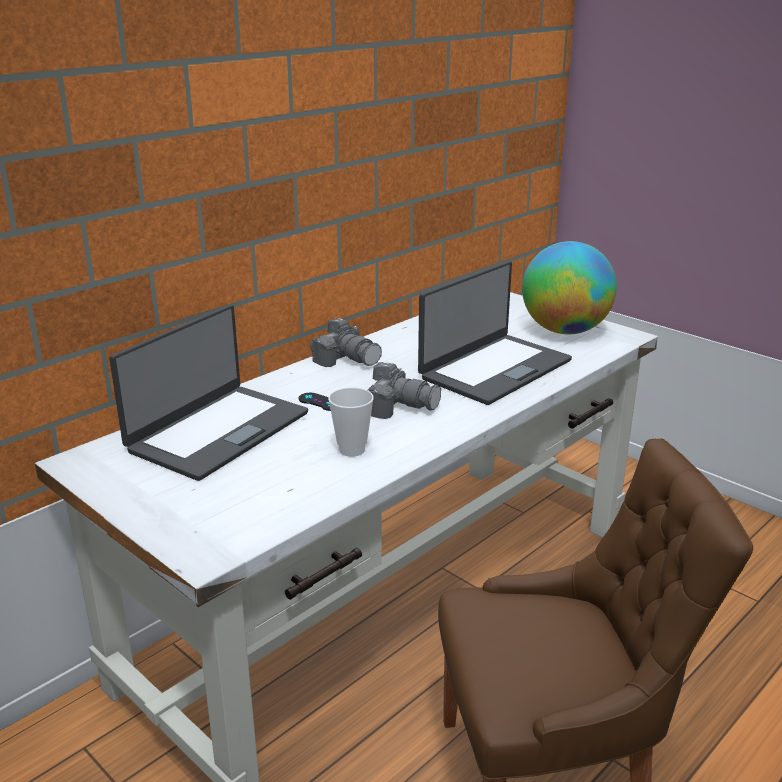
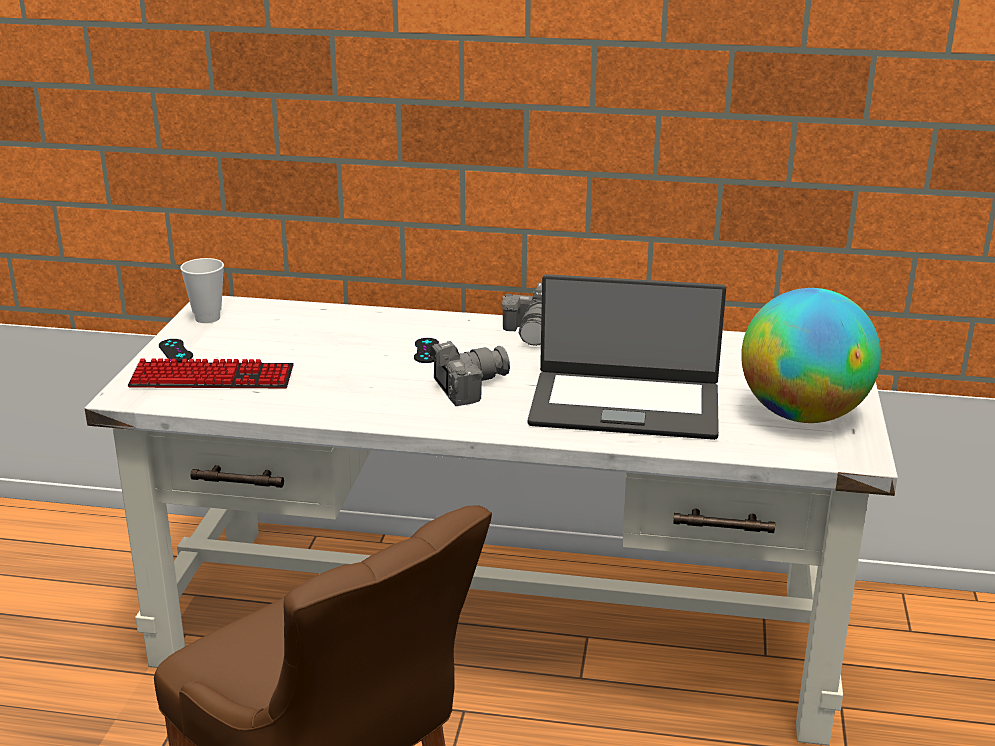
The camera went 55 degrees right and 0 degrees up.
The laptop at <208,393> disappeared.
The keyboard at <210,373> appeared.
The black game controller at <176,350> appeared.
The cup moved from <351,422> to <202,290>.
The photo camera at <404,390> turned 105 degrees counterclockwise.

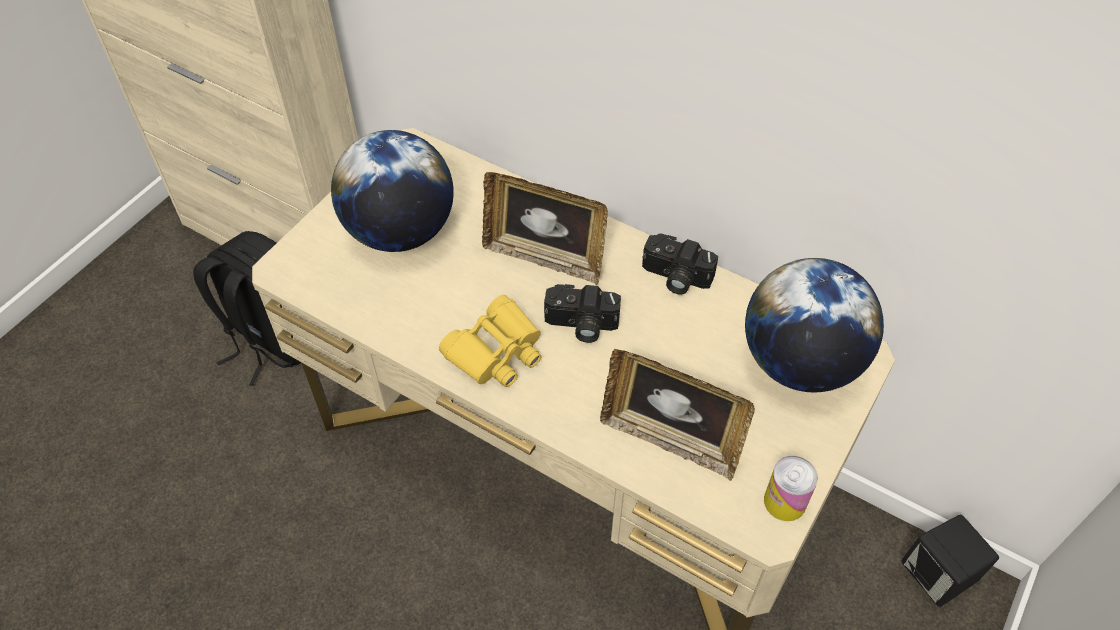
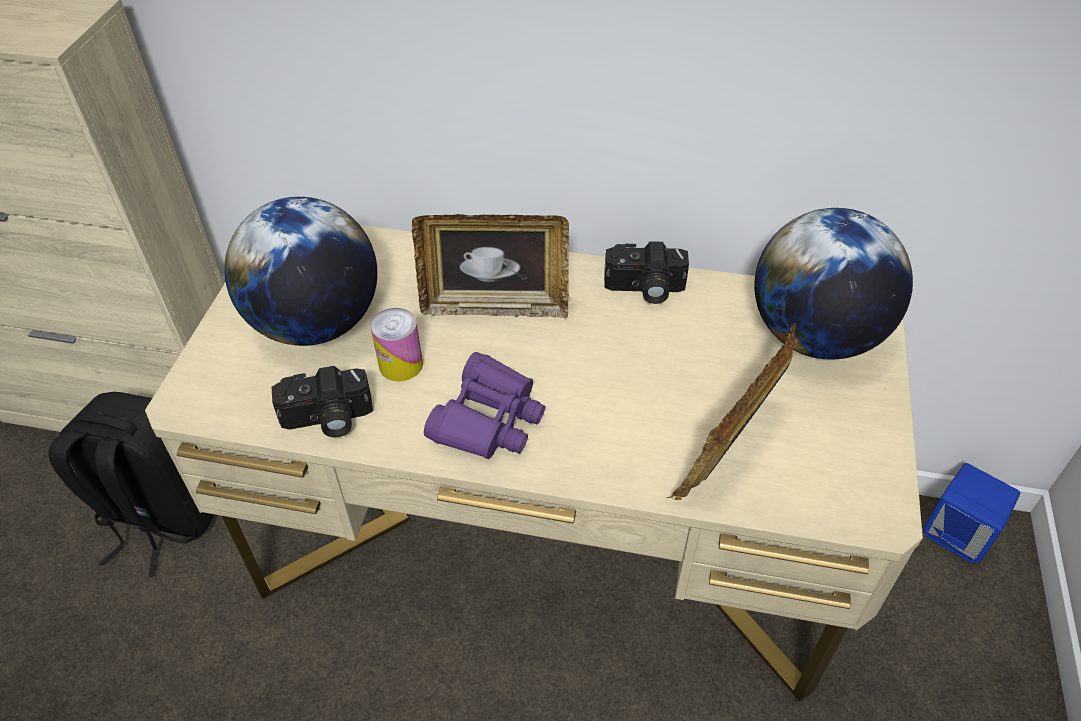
The camera went 20 degrees left and 5 degrees down.
The photo camera moved from <582,313> to <322,401>.
The can moved from <791,488> to <397,344>.
The yellow binoculars at <490,341> became the purple binoculars at <484,405>.
The black speaker at <950,561> became the blue speaker at <971,513>.
The picture frame at <677,415> turned 120 degrees clockwise.

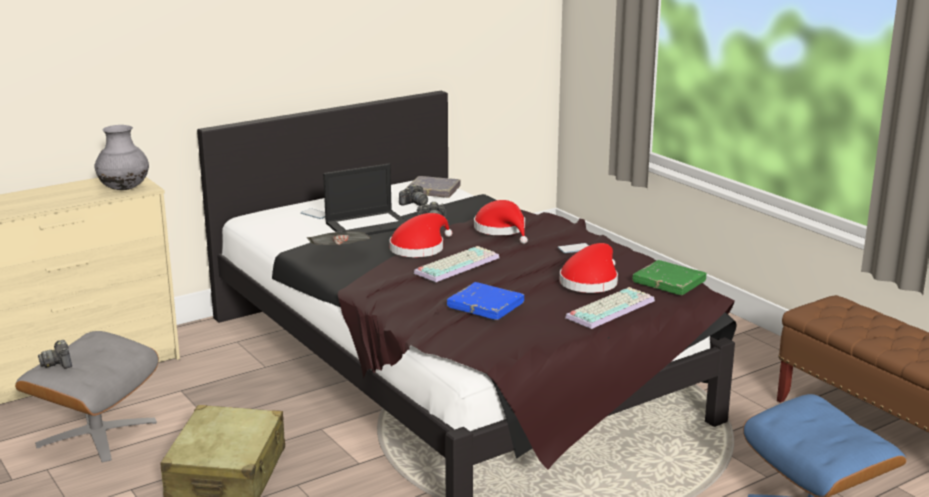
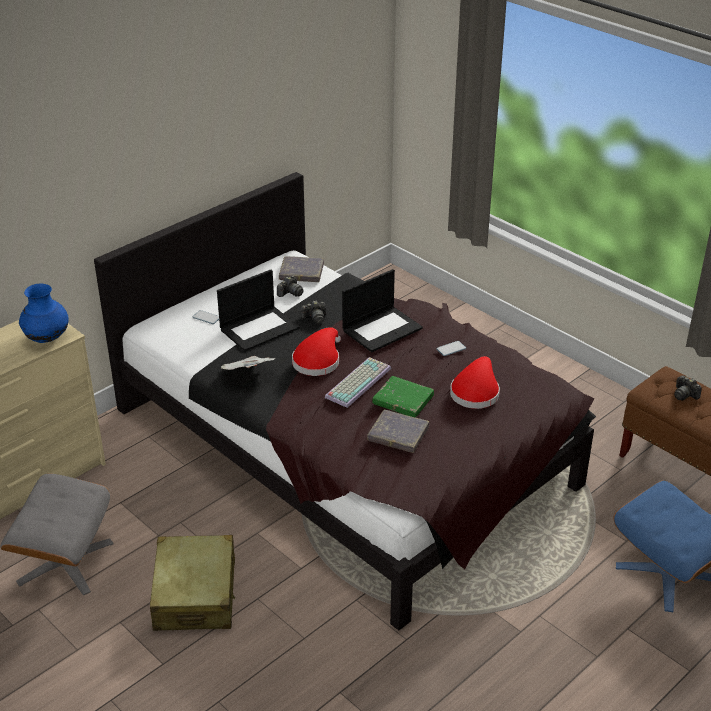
The camera went 10 degrees left and 15 degrees up.
The keyboard at <610,308> disappeared.
The photo camera moved from <55,354> to <688,387>.
The green book moved from <669,278> to <403,397>.
The red hat at <501,222> was replaced by the laptop at <382,310>.
The grey vase at <121,157> became the blue vase at <44,313>.
The blue book at <485,301> became the grey book at <398,431>.

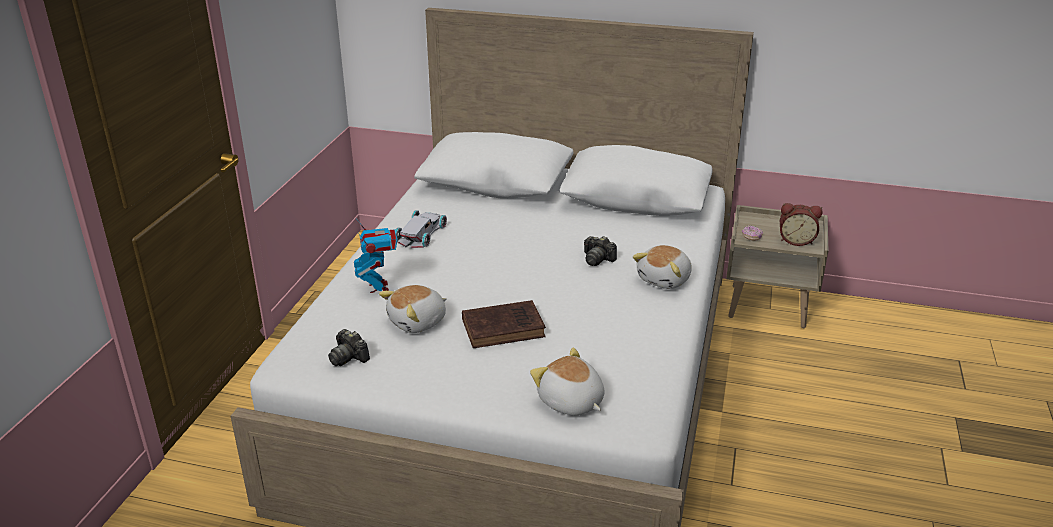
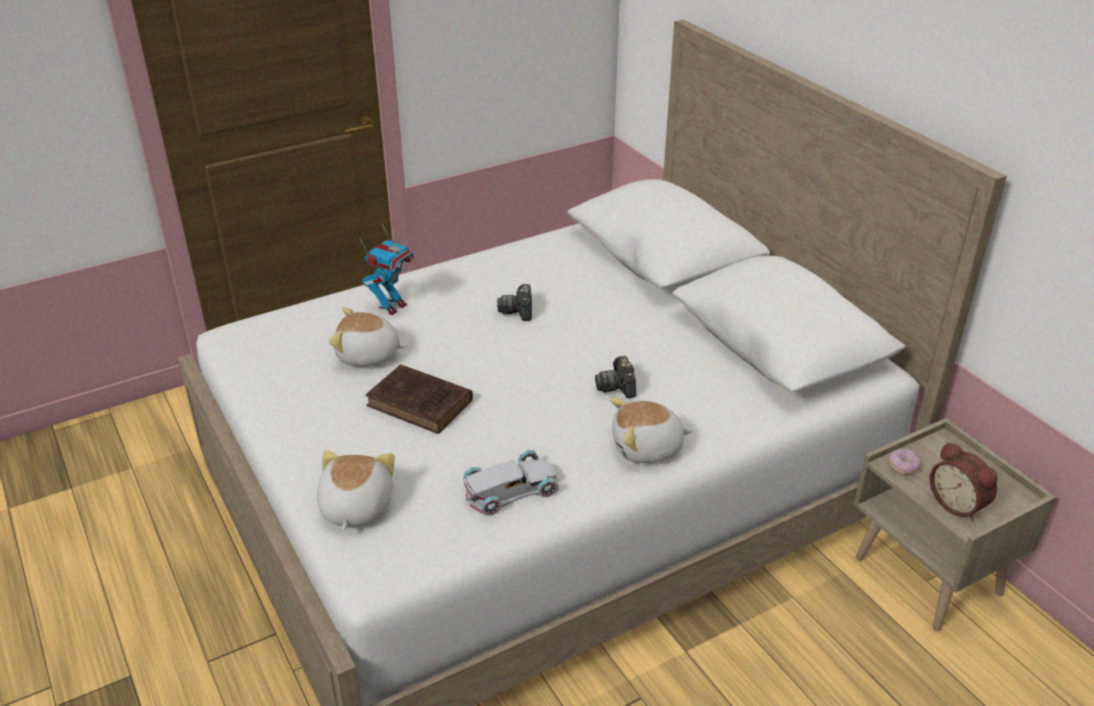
The camera went 45 degrees right and 5 degrees up.
The photo camera moved from <349,347> to <514,302>.
The white toy car moved from <421,229> to <511,483>.

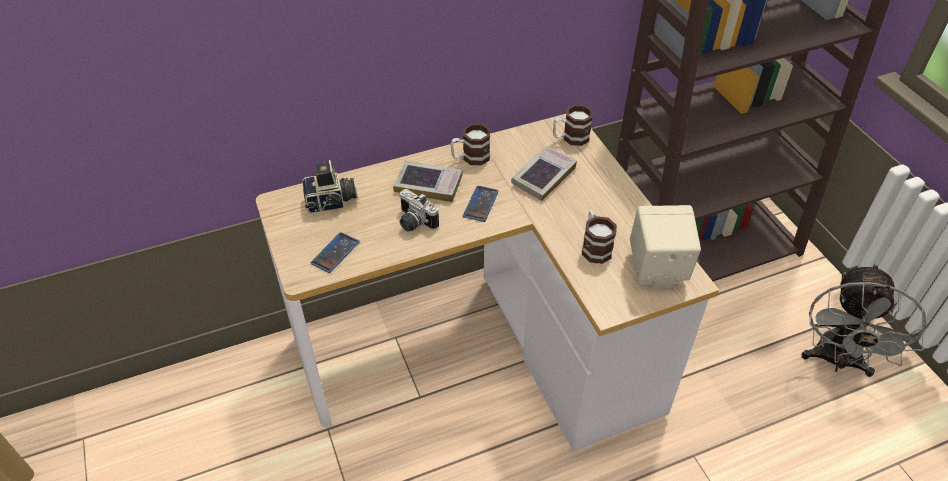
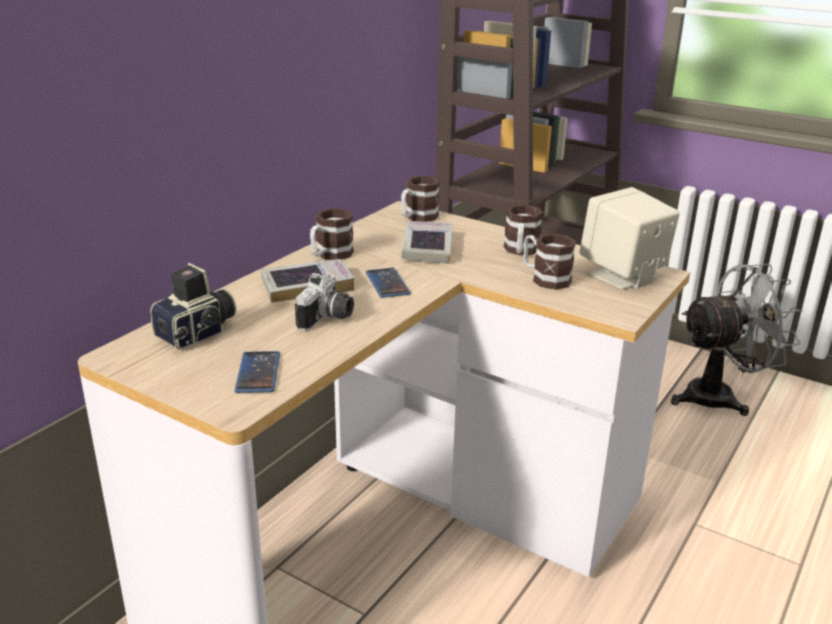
The camera went 35 degrees left and 20 degrees down.
The mug at <523,230> appeared.
The photo camera at <419,210> turned 75 degrees counterclockwise.
The grey fan at <864,320> turned 90 degrees counterclockwise.

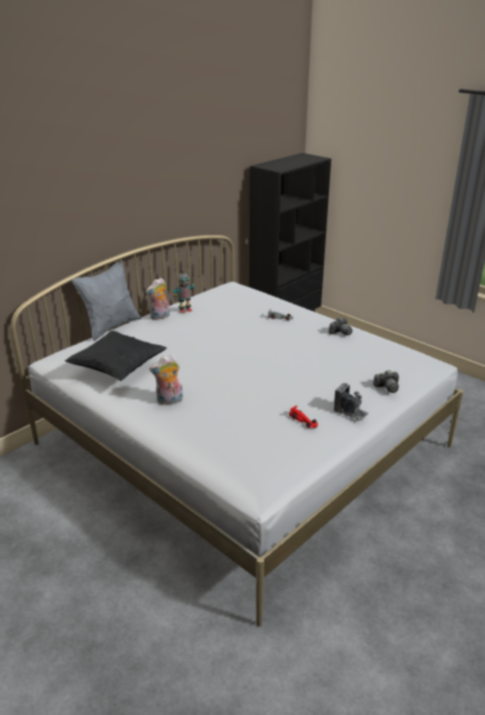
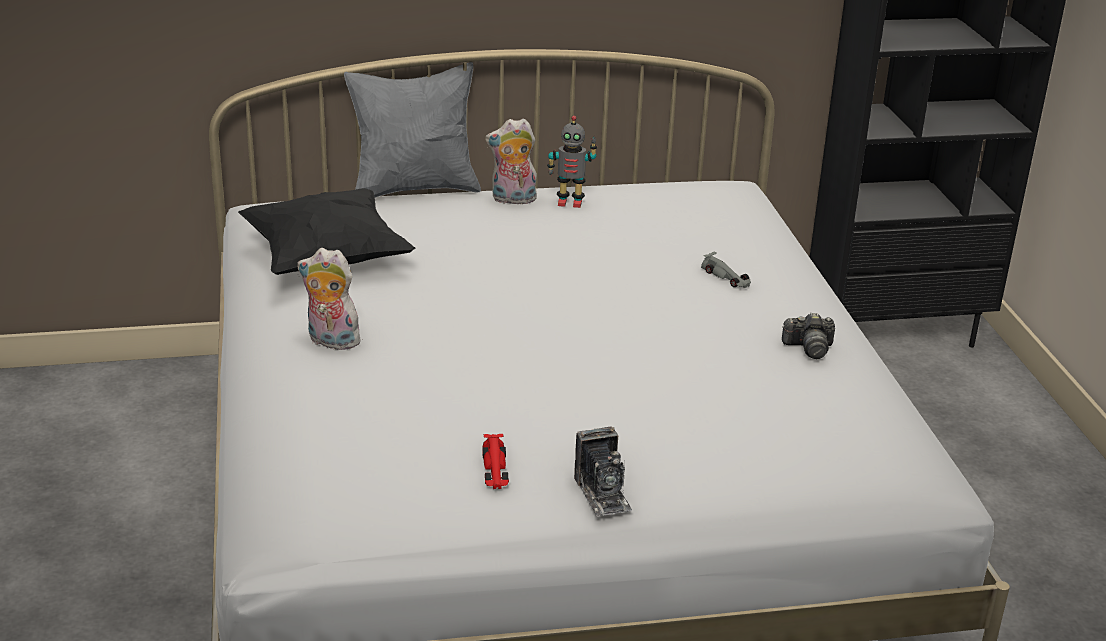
The camera went 35 degrees right and 0 degrees up.
The photo camera at <386,381> disappeared.

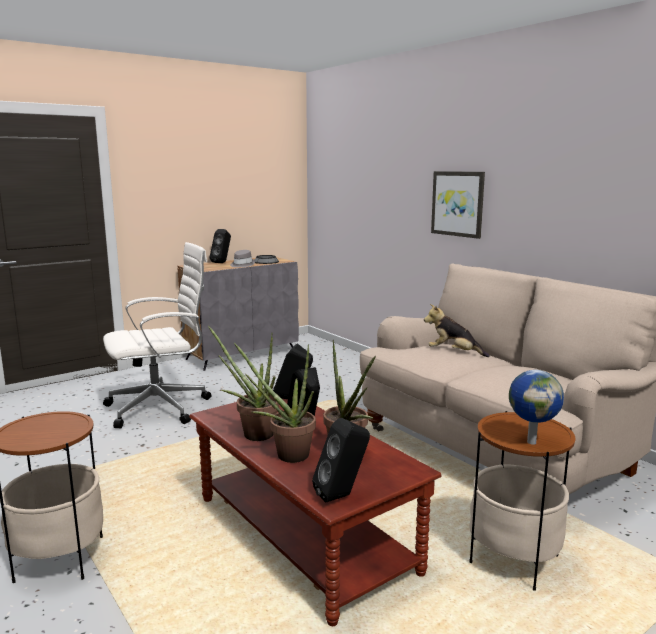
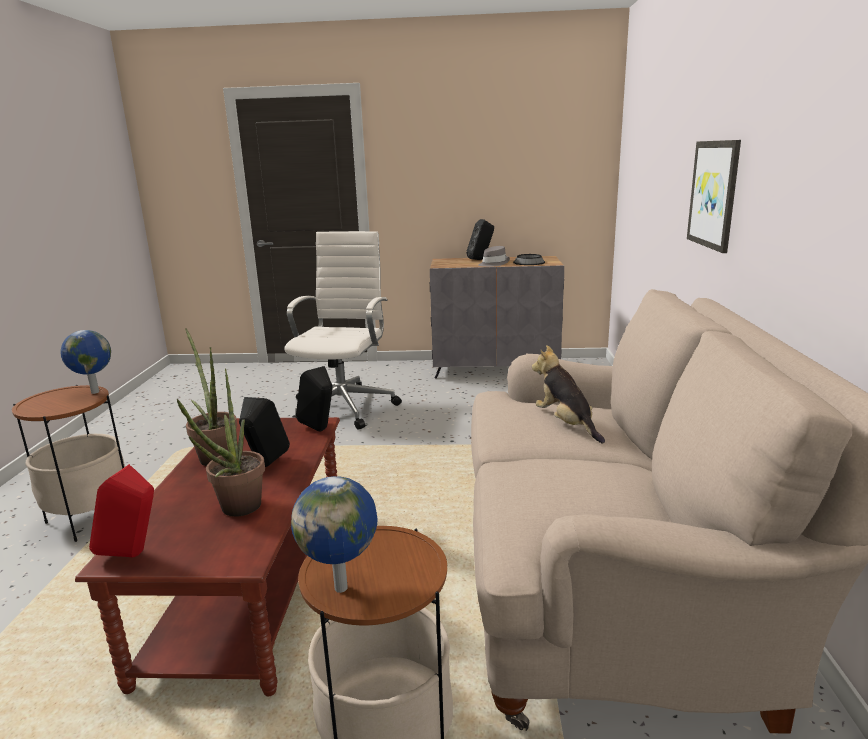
The camera went 40 degrees right and 5 degrees up.
The potted plant at <275,402> disappeared.
The globe at <86,362> appeared.
The black speaker at <341,460> became the red speaker at <121,510>.
The white office chair at <157,335> turned 90 degrees counterclockwise.

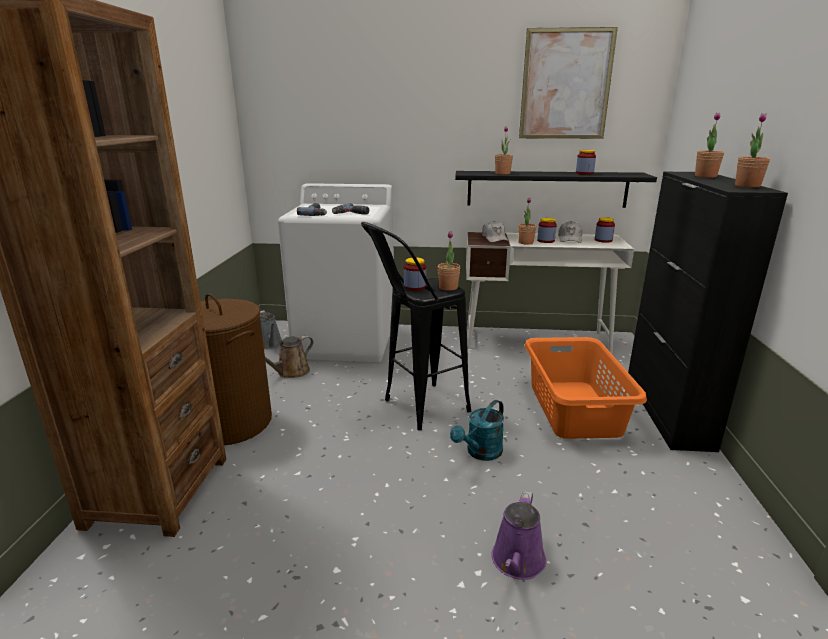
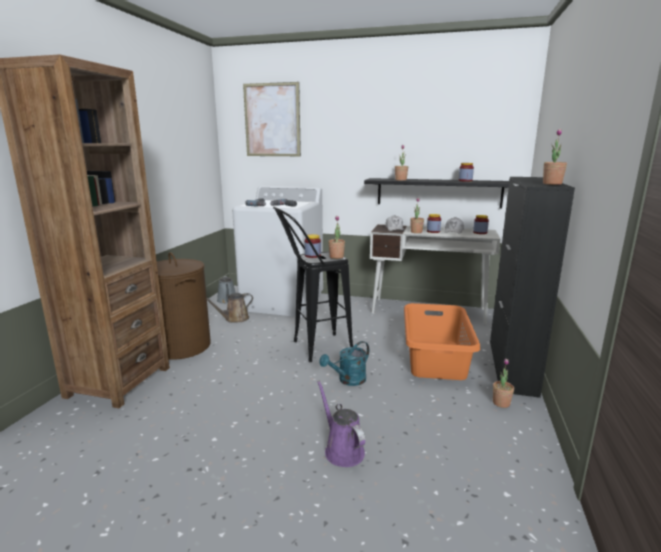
The camera went 10 degrees right and 5 degrees down.
The picture moved from <568,83> to <272,119>.
The potted plant moved from <709,145> to <503,383>.
The purple watering can at <519,535> turned 120 degrees clockwise.

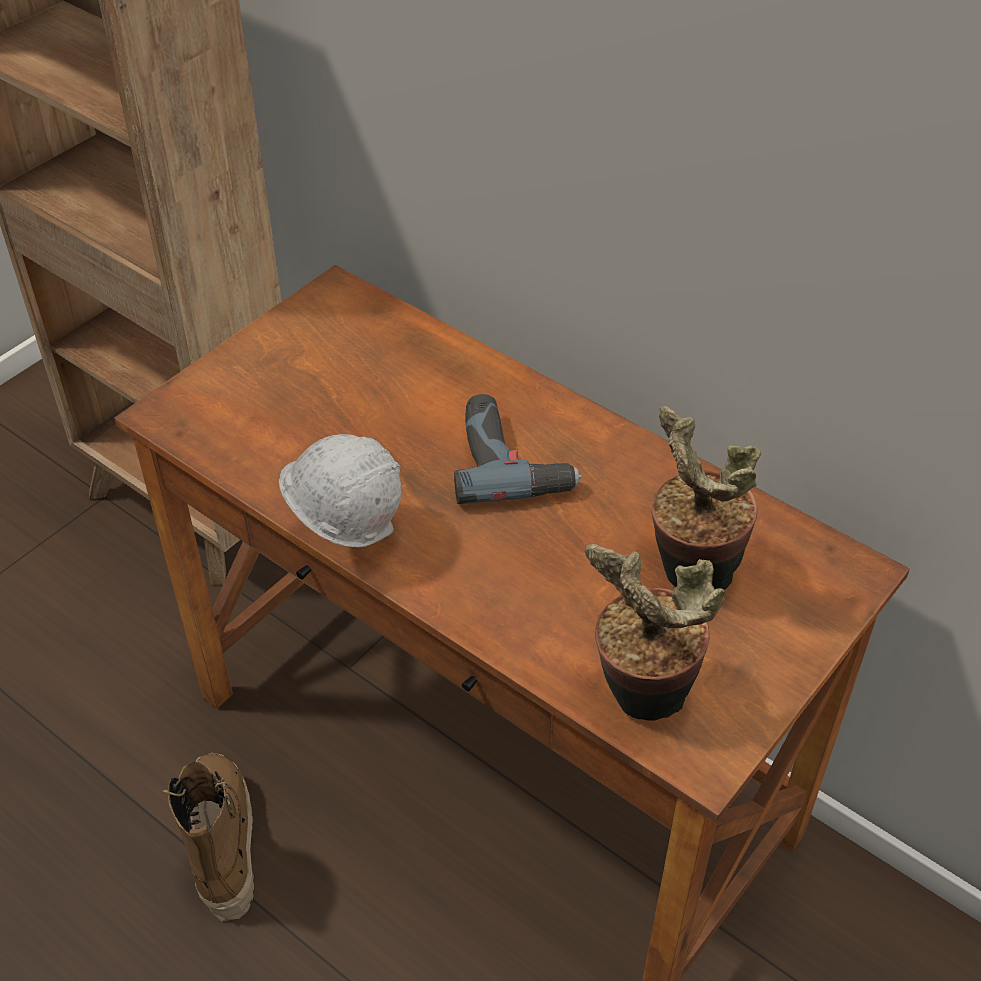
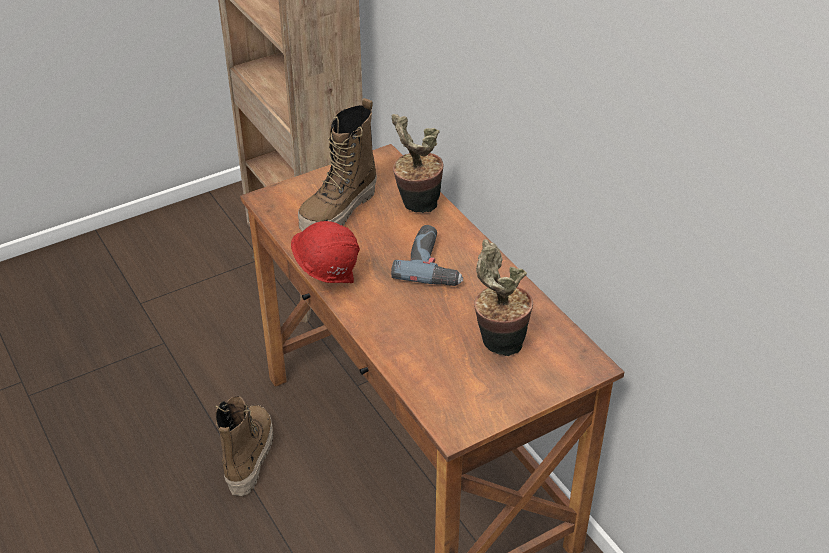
The camera went 20 degrees right and 5 degrees down.
The boot at <337,165> appeared.
The potted plant moved from <655,632> to <418,163>.
The white hard hat at <340,490> became the red hard hat at <325,252>.

